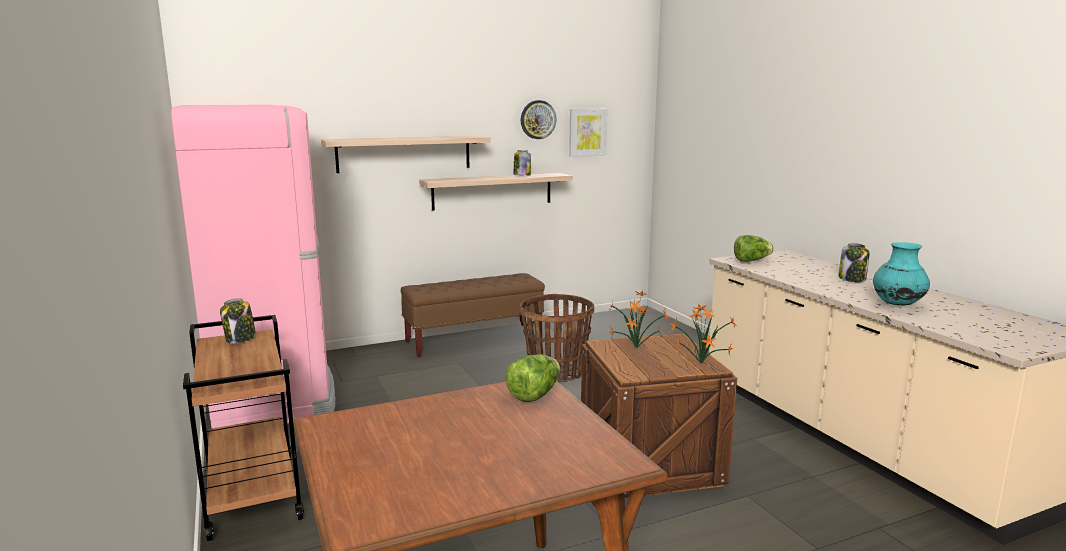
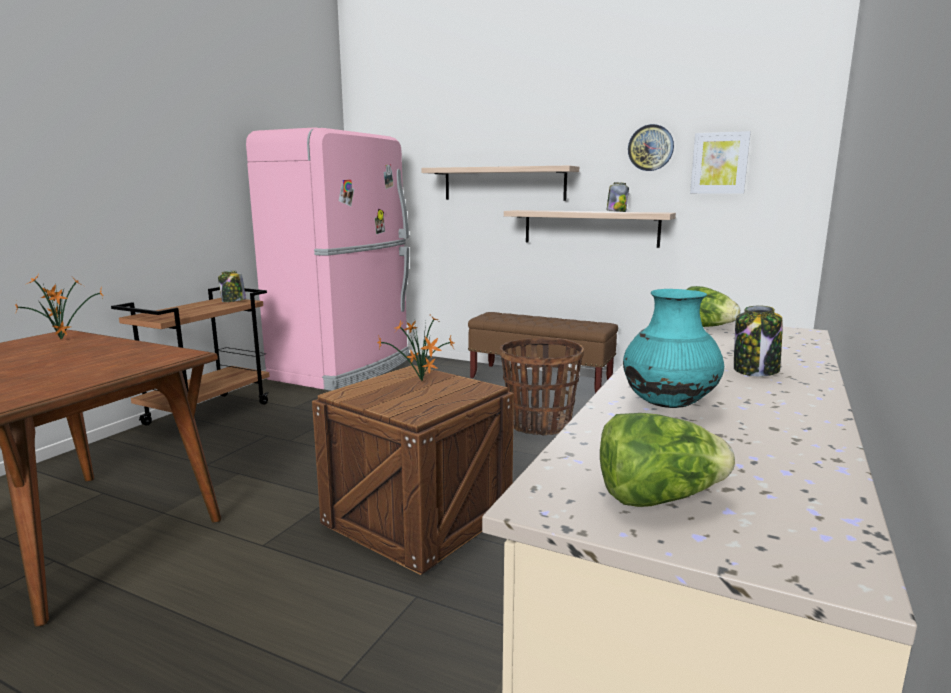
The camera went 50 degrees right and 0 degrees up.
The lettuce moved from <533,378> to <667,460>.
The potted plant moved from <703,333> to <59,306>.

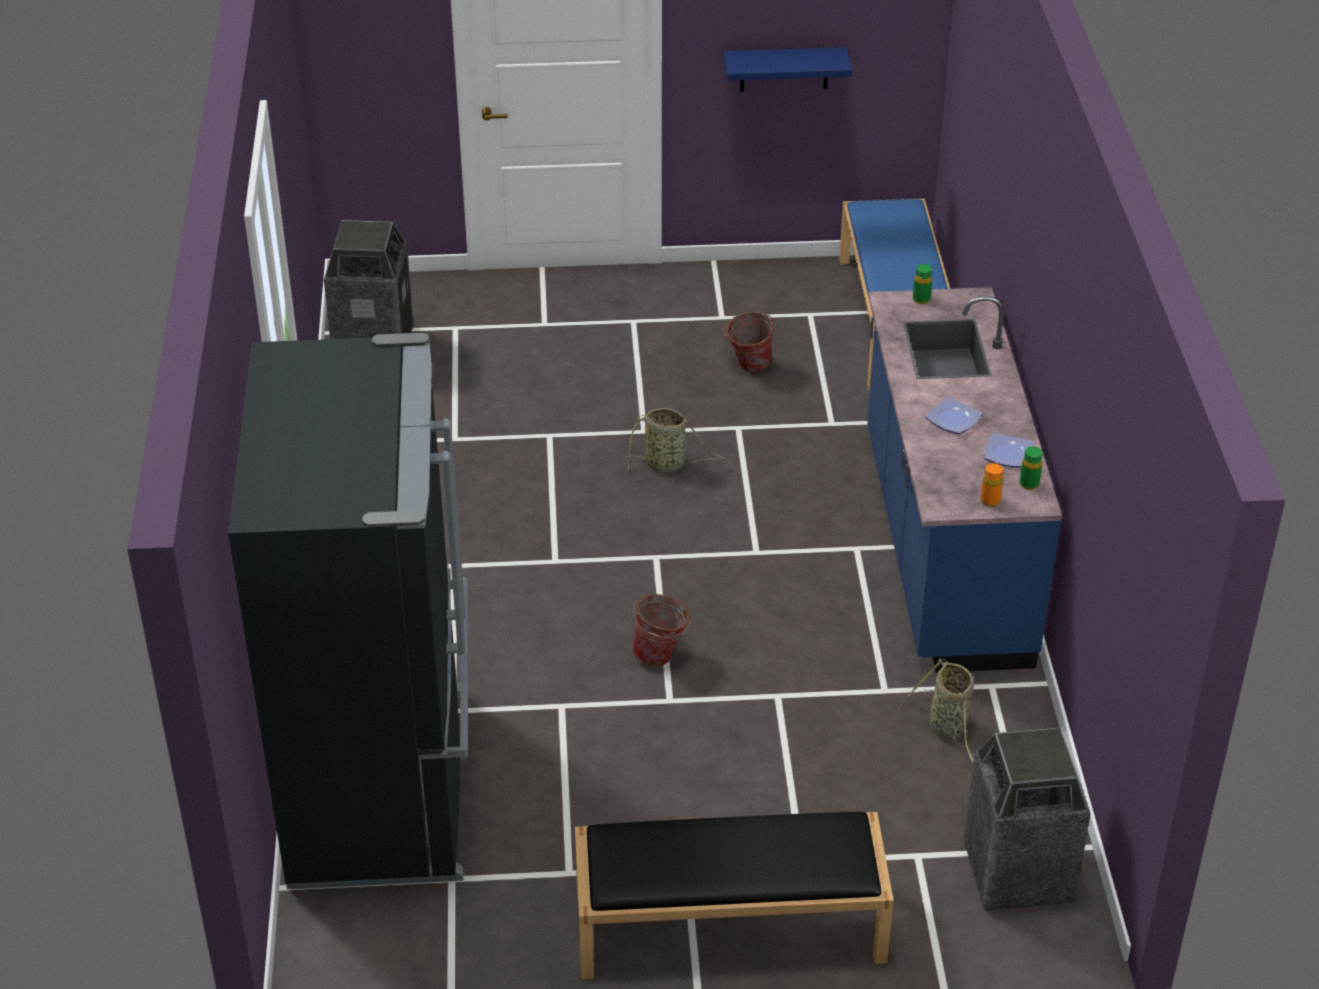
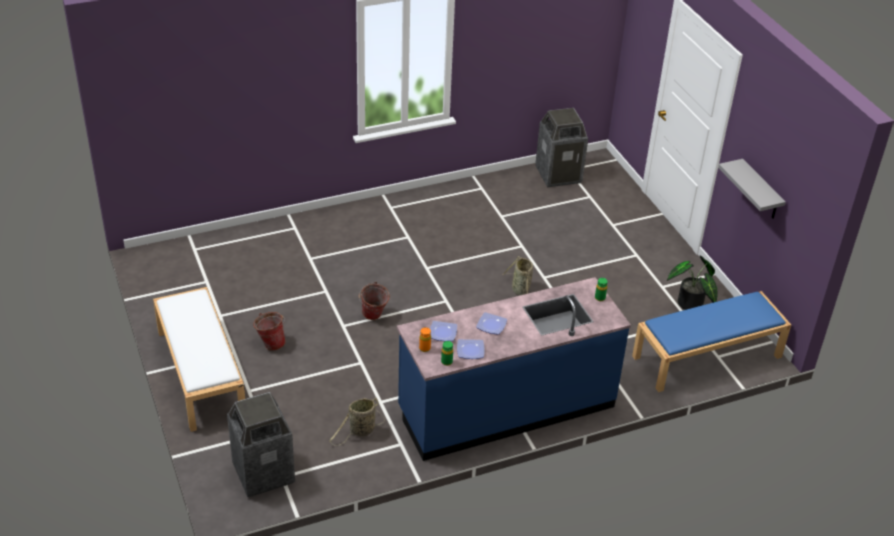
The camera went 70 degrees right and 0 degrees up.
The black fridge at <348,611> disappeared.
The plate at <443,331> appeared.
The potted plant at <692,283> appeared.
The bucket moved from <749,342> to <269,331>.
The black bench at <734,895> became the white bench at <199,359>.
The blue shelf at <788,69> became the grey shelf at <752,189>.

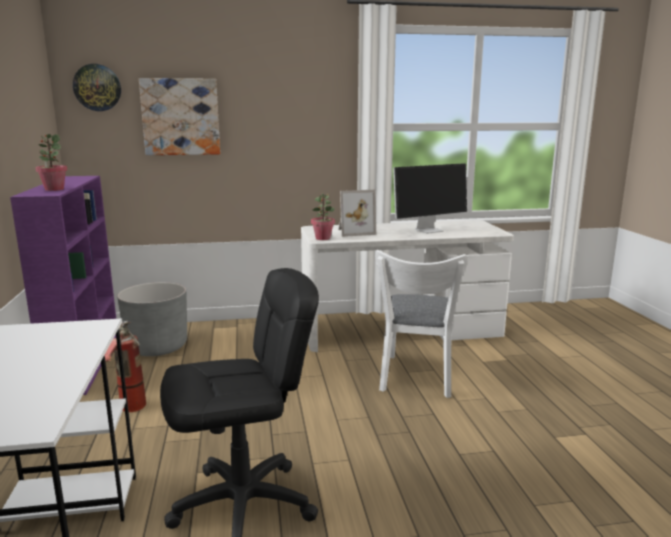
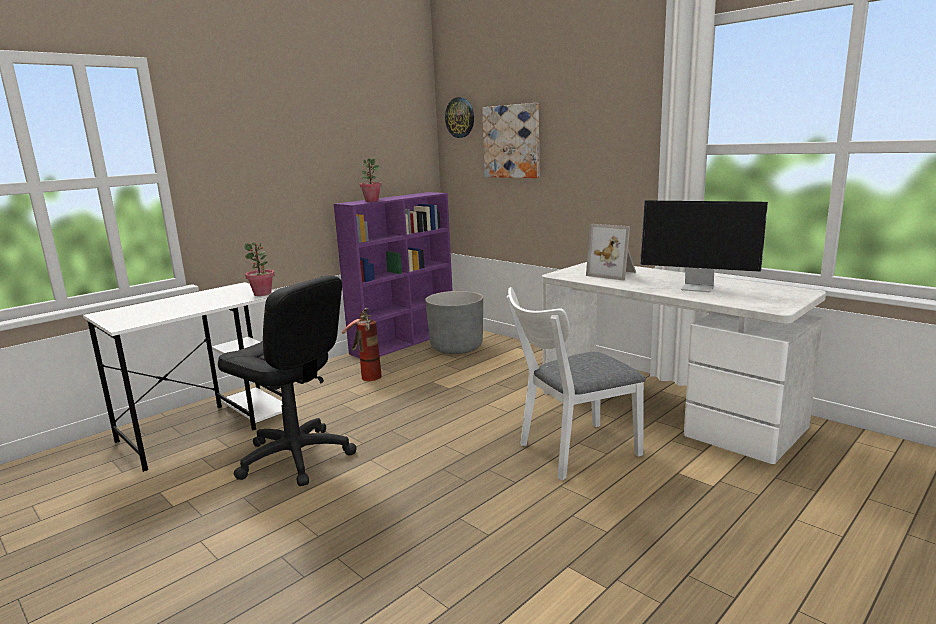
The camera went 55 degrees right and 0 degrees up.
The potted plant moved from <323,216> to <259,269>.

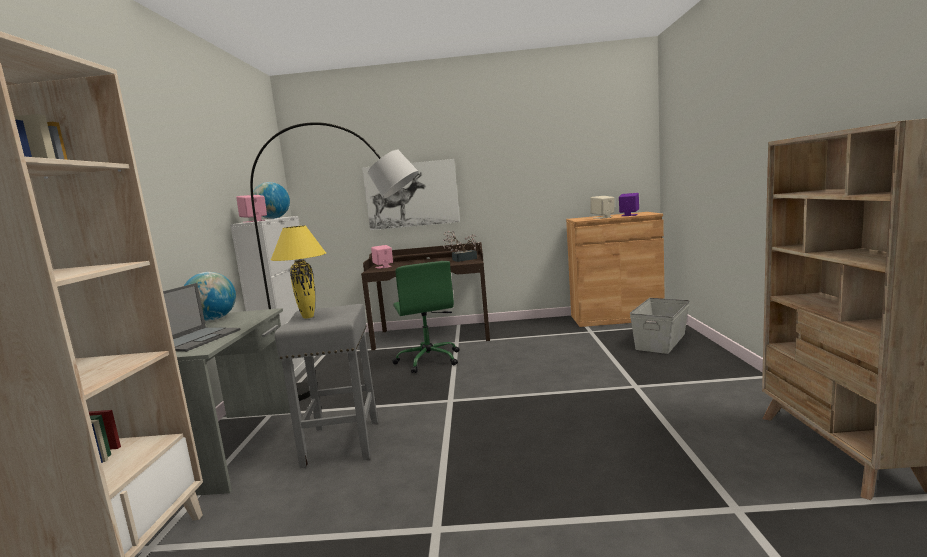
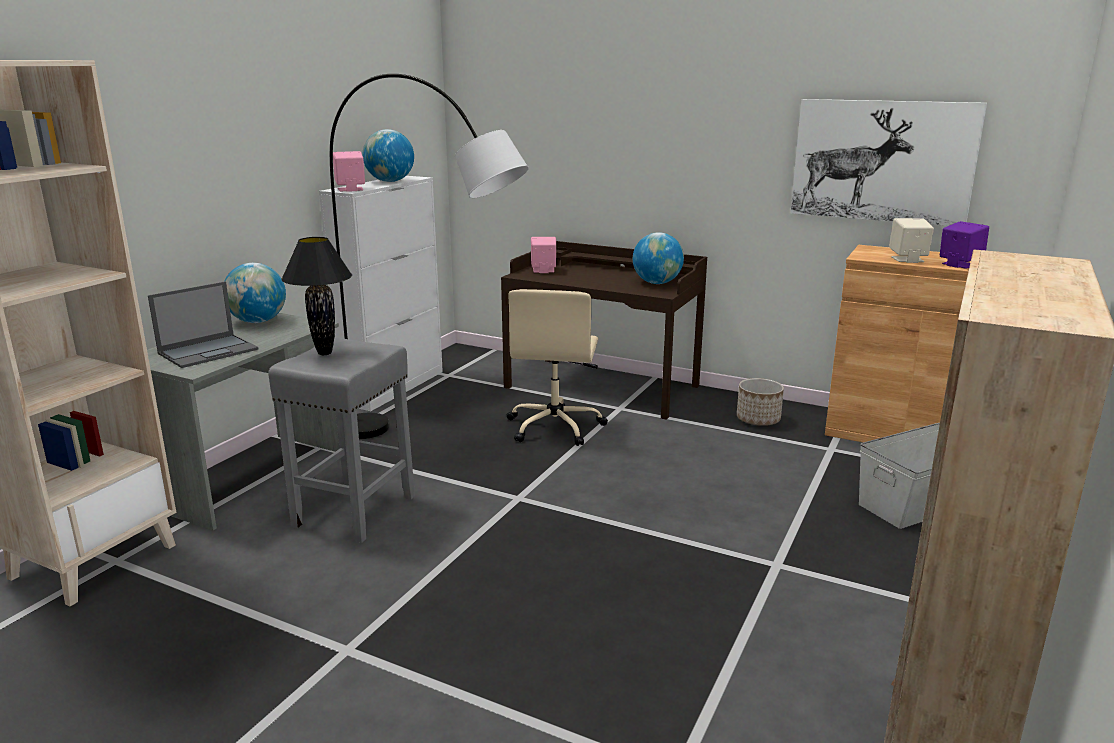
The camera went 25 degrees right and 10 degrees up.
The planter at <760,402> appeared.
The picture moved from <411,194> to <888,162>.
The potted plant at <461,246> was replaced by the globe at <658,258>.
The yellow table lamp at <298,272> became the black table lamp at <316,296>.
The green office chair at <425,317> became the beige office chair at <557,367>.

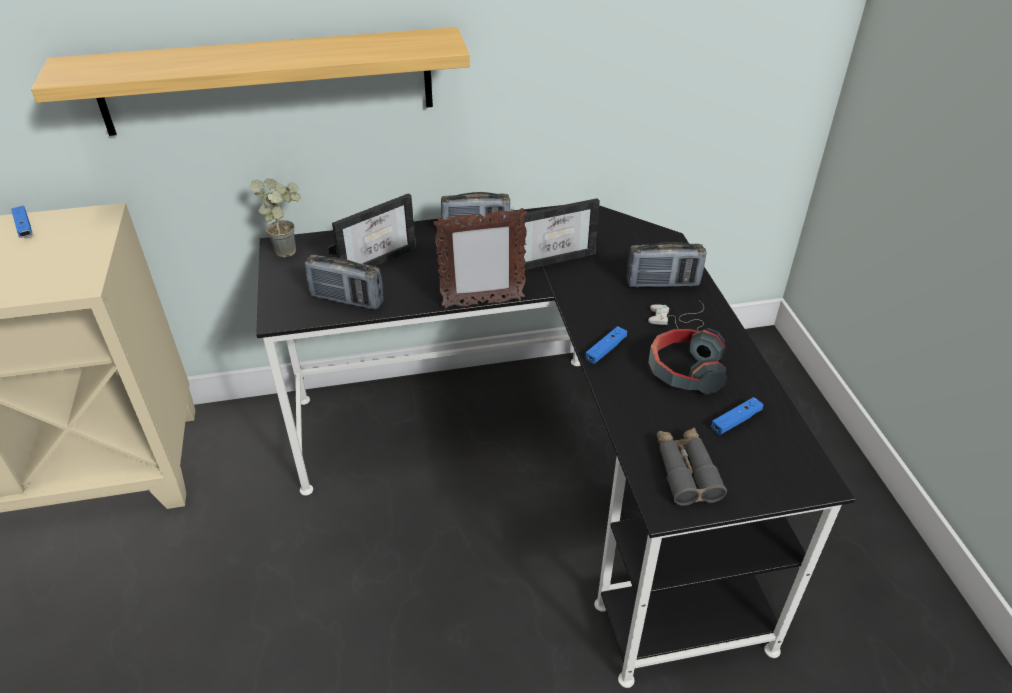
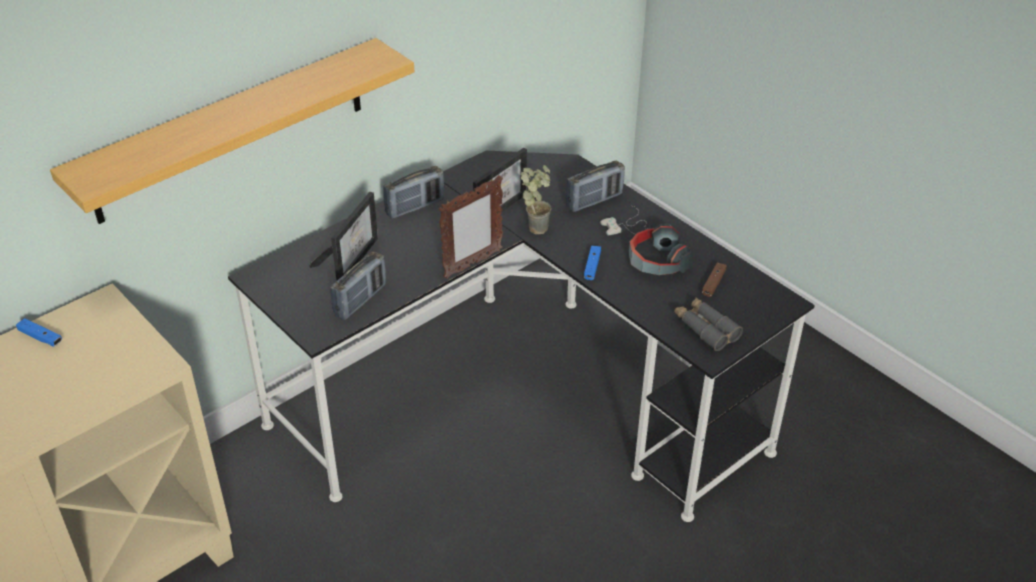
The camera went 30 degrees left and 0 degrees up.
The potted plant moved from <275,218> to <536,199>.
The blue game controller at <737,416> became the brown game controller at <714,279>.
The radio at <344,282> turned 45 degrees counterclockwise.

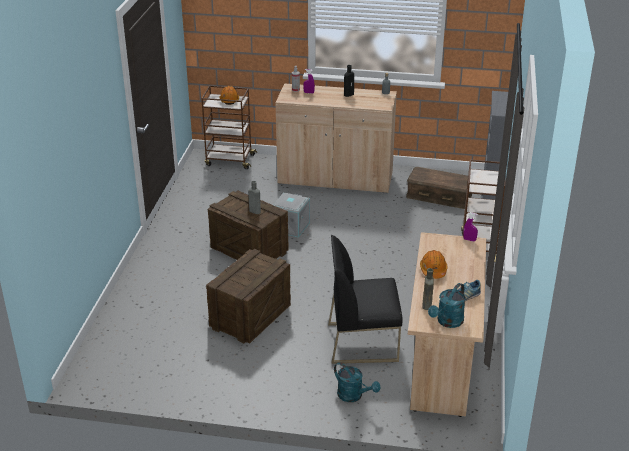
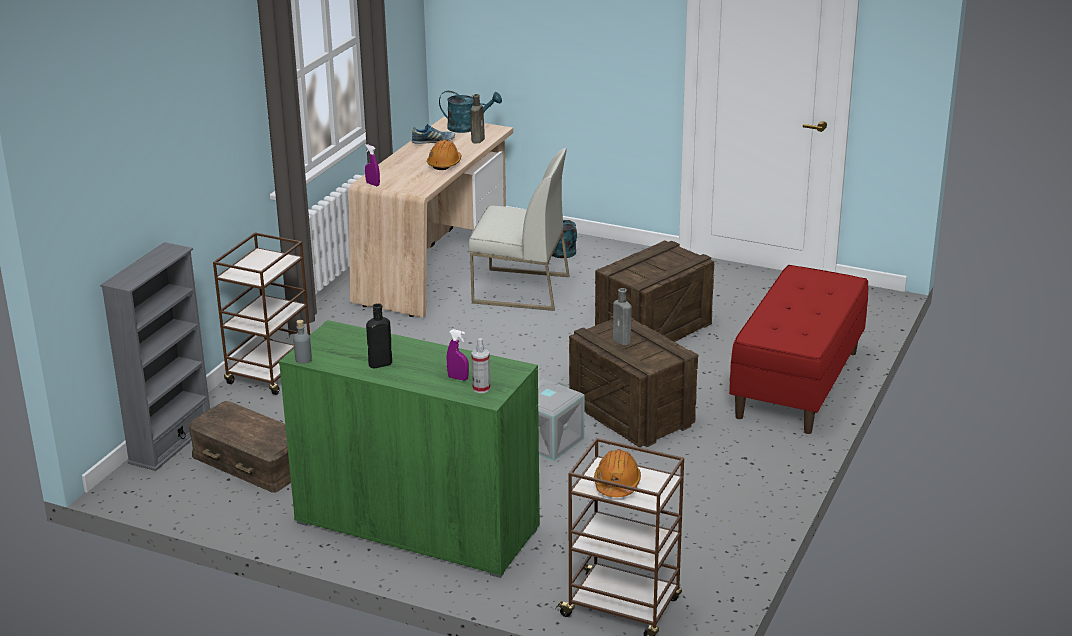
The camera went 165 degrees left and 5 degrees down.
The red bench at <798,349> appeared.
The beige cabinet at <336,138> became the green cabinet at <409,449>.
The black chair at <365,299> became the white chair at <519,229>.
The turquoise watering can at <447,305> turned 45 degrees clockwise.

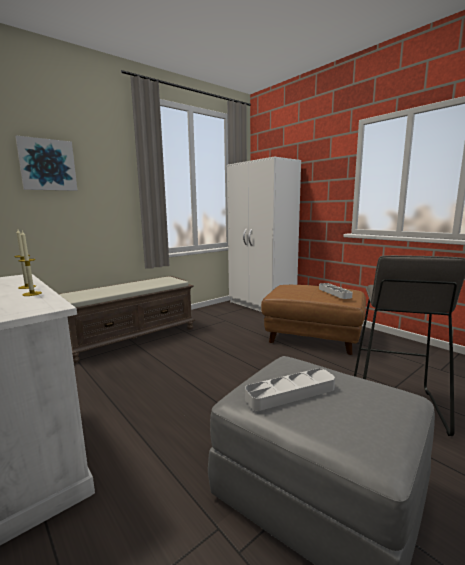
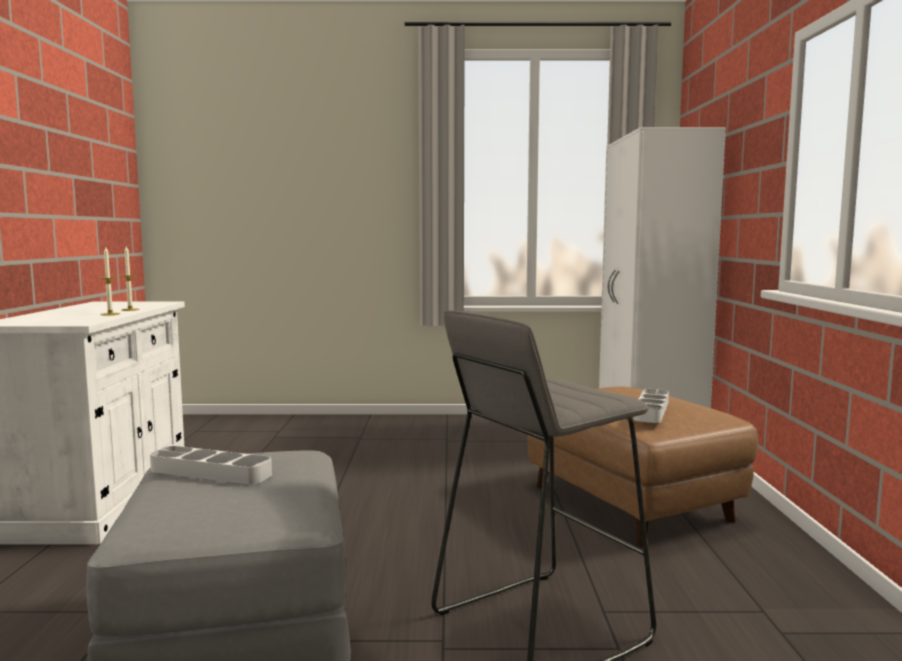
The camera went 40 degrees right and 5 degrees down.
The picture at <46,163> disappeared.
The brown bench at <127,319> disappeared.

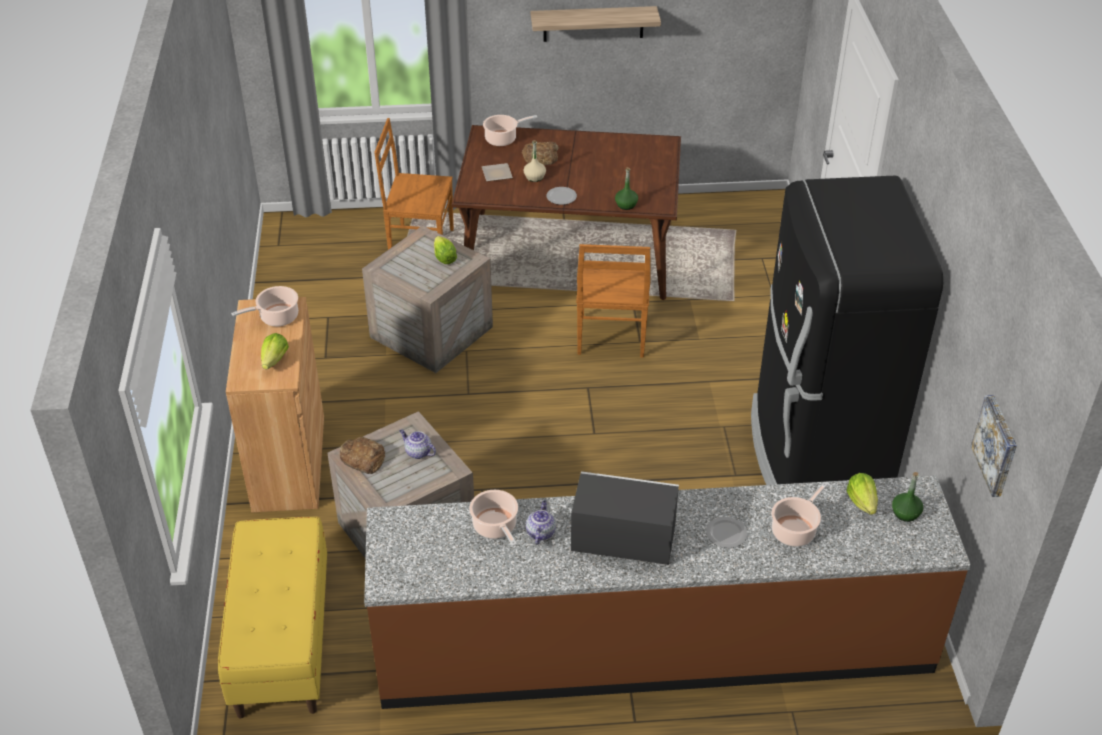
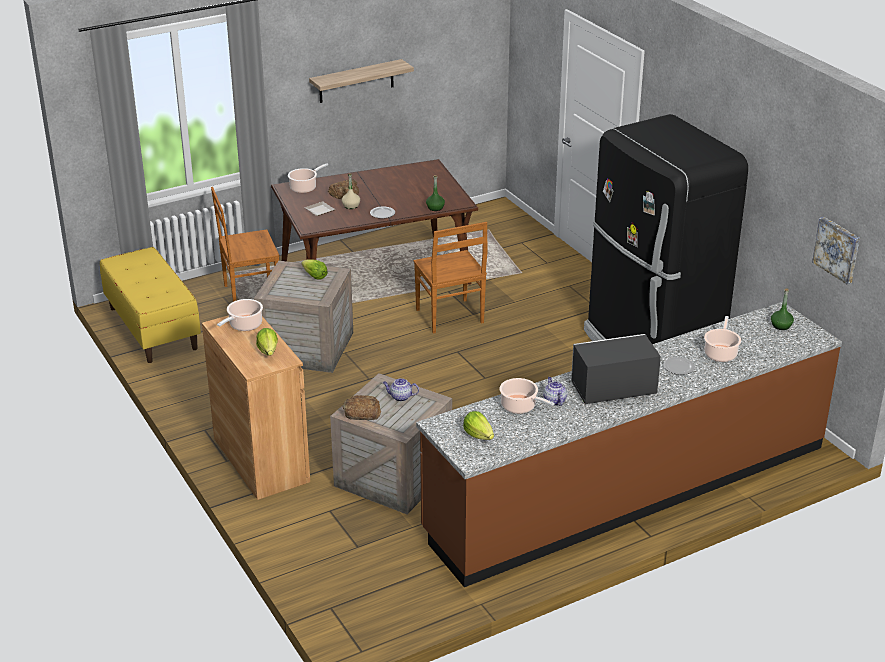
The camera went 25 degrees left and 10 degrees down.
The yellow bench moved from <272,617> to <150,305>.
The lettuce moved from <862,494> to <478,425>.

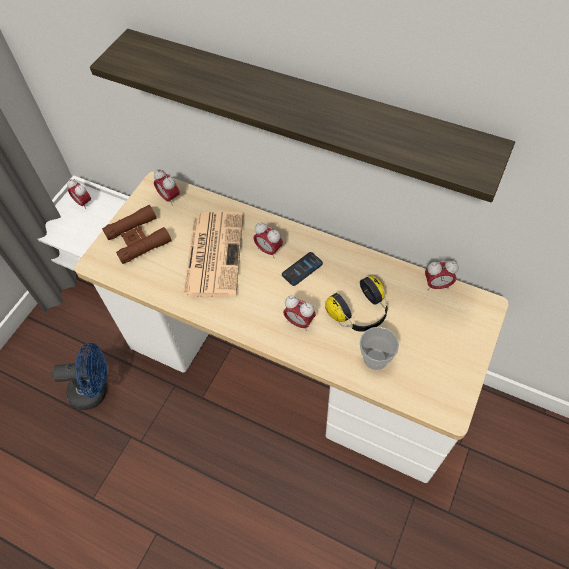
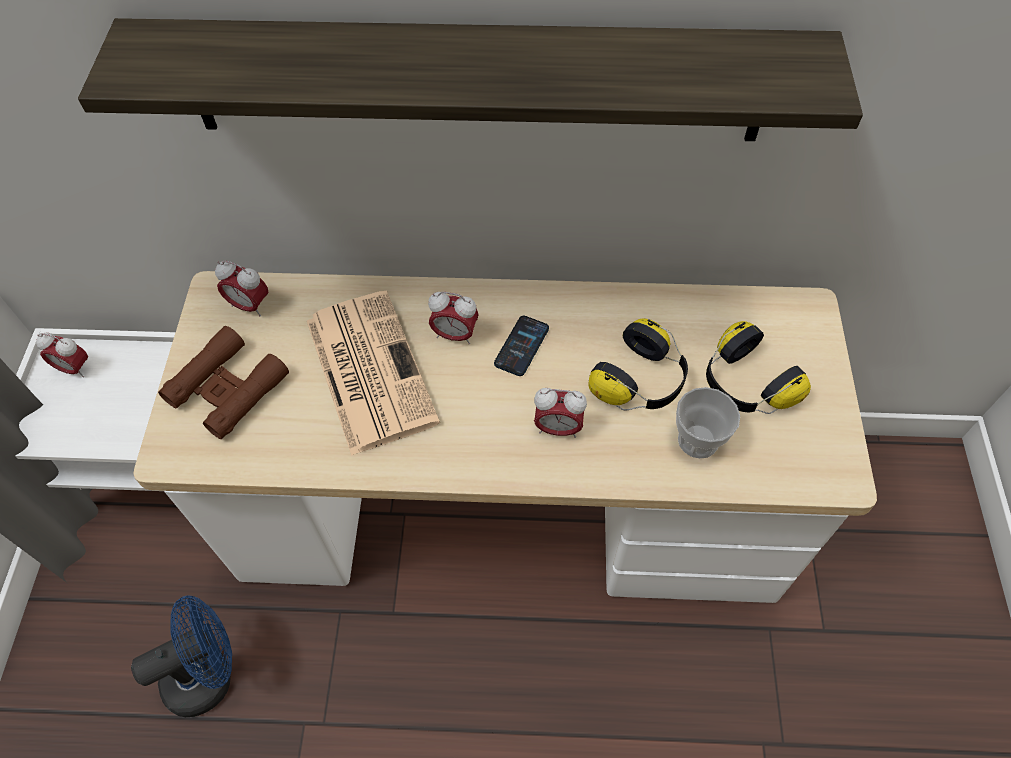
The camera went 25 degrees left and 0 degrees up.
The alarm clock at <441,275> disappeared.
The headphones at <758,367> appeared.

